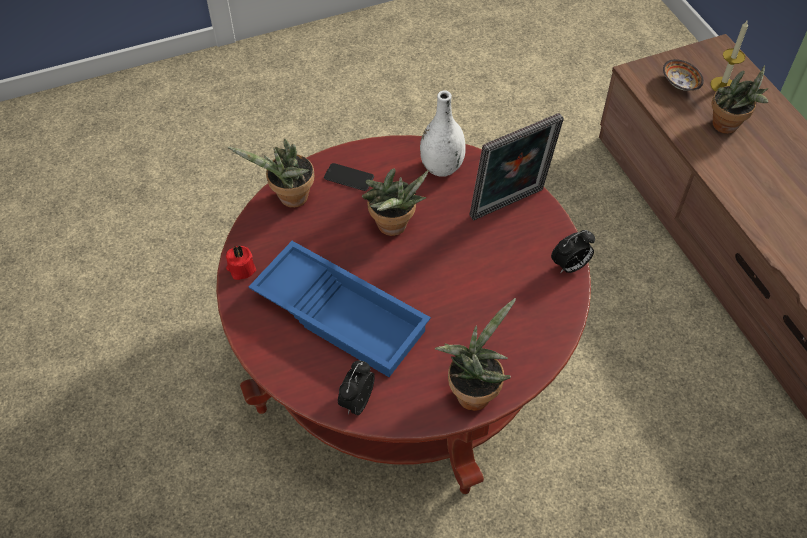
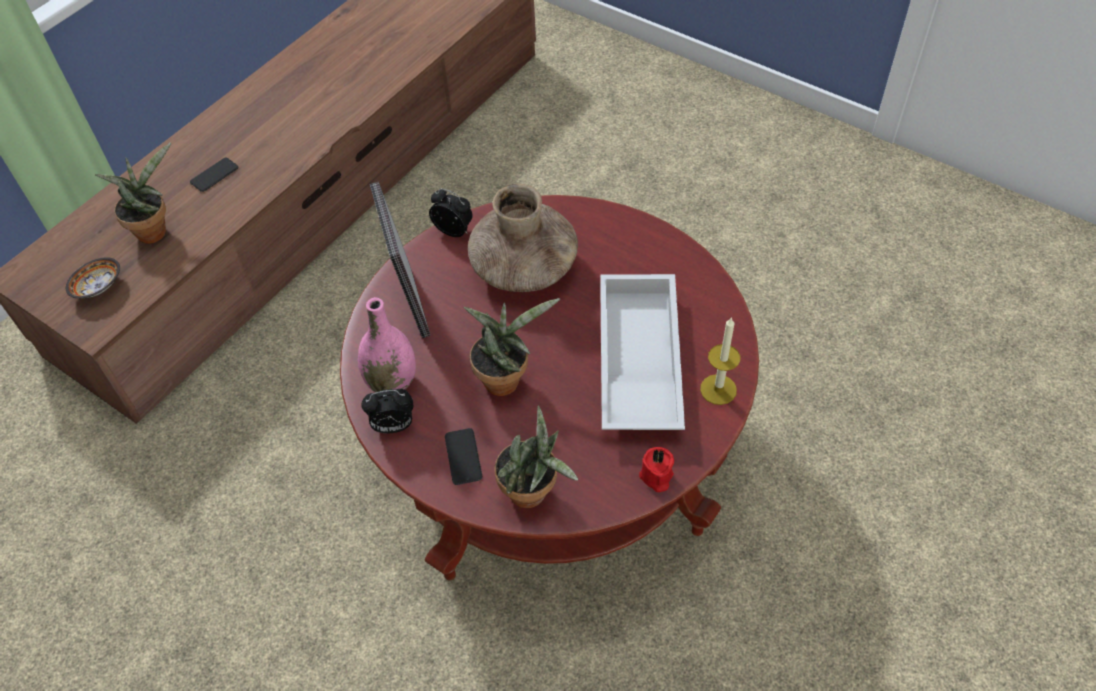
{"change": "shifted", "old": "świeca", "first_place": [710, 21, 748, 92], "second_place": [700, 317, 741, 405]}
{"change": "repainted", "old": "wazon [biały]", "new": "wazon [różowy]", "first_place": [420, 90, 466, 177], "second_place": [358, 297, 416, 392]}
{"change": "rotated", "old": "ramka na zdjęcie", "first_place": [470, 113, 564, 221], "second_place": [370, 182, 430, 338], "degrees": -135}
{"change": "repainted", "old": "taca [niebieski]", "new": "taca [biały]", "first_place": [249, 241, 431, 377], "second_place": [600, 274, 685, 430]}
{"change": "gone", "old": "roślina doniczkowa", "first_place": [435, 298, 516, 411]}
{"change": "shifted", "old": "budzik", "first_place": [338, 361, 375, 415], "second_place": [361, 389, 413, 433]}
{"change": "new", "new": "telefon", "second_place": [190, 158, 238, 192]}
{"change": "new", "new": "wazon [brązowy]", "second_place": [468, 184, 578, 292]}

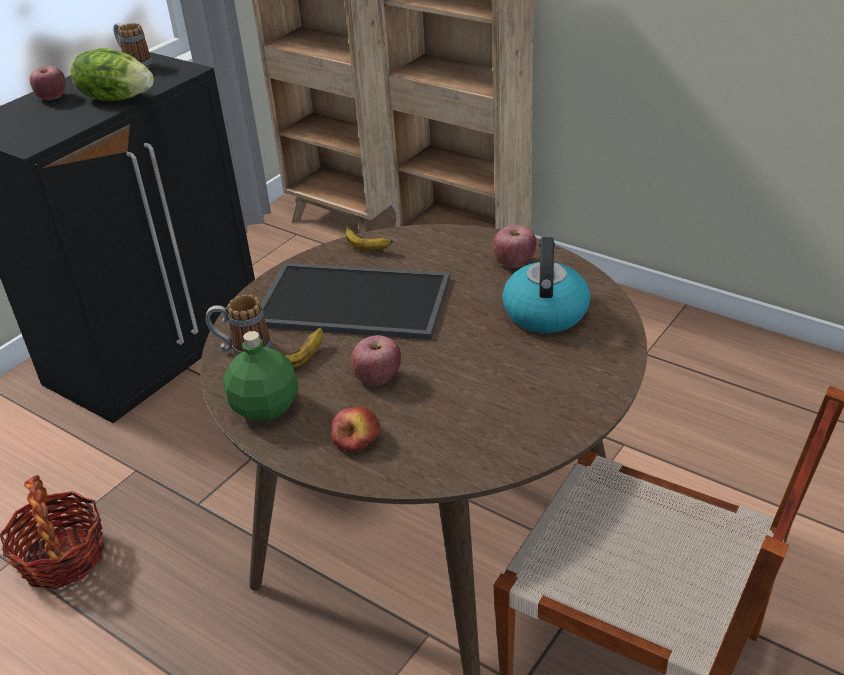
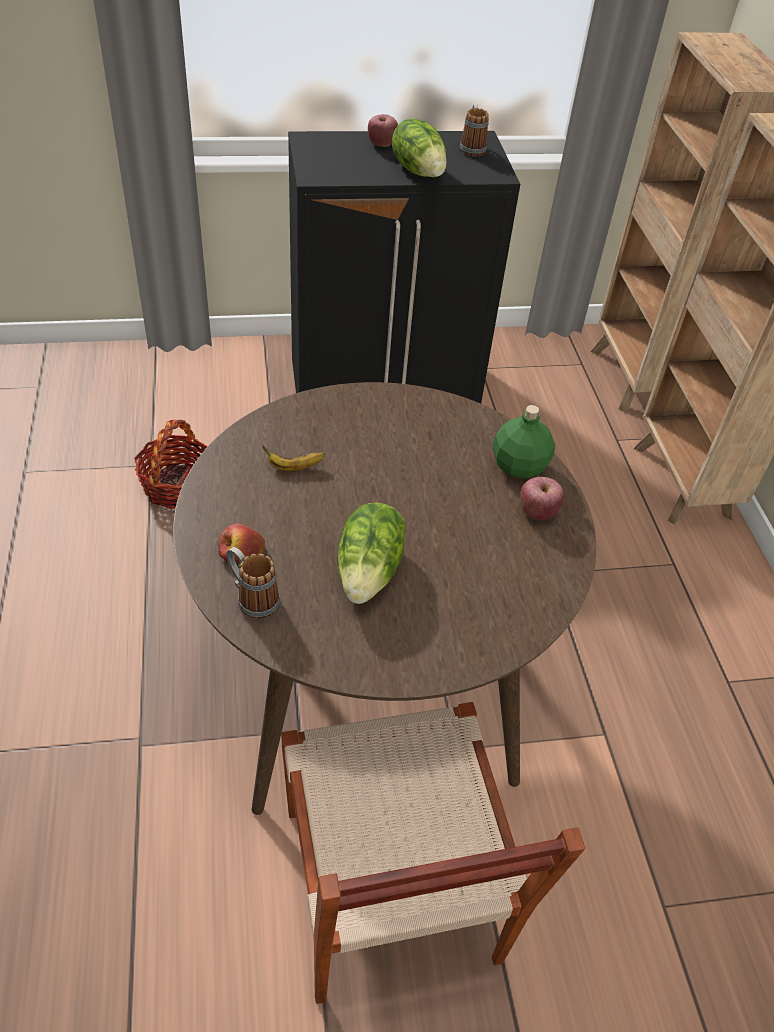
{"change": "gone", "old": "banan", "first_place": [345, 221, 393, 251]}
{"change": "gone", "old": "czajnik", "first_place": [502, 237, 590, 333]}
{"change": "gone", "old": "taca", "first_place": [261, 263, 450, 340]}
{"change": "shifted", "old": "kubek", "first_place": [206, 295, 272, 356], "second_place": [226, 547, 280, 619]}
{"change": "shifted", "old": "butelka [zielony]", "first_place": [223, 331, 299, 421], "second_place": [492, 405, 555, 479]}
{"change": "gone", "old": "jabłko", "first_place": [351, 335, 401, 386]}
{"change": "new", "new": "sałata", "second_place": [337, 503, 406, 604]}

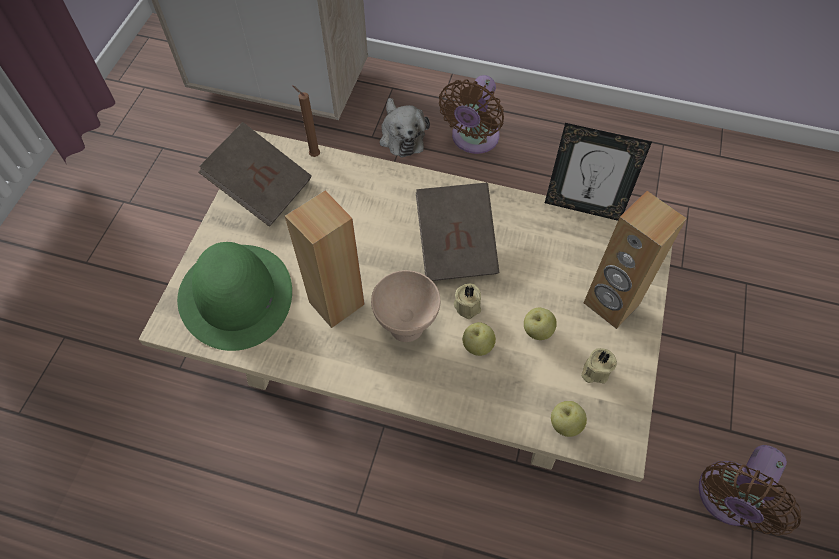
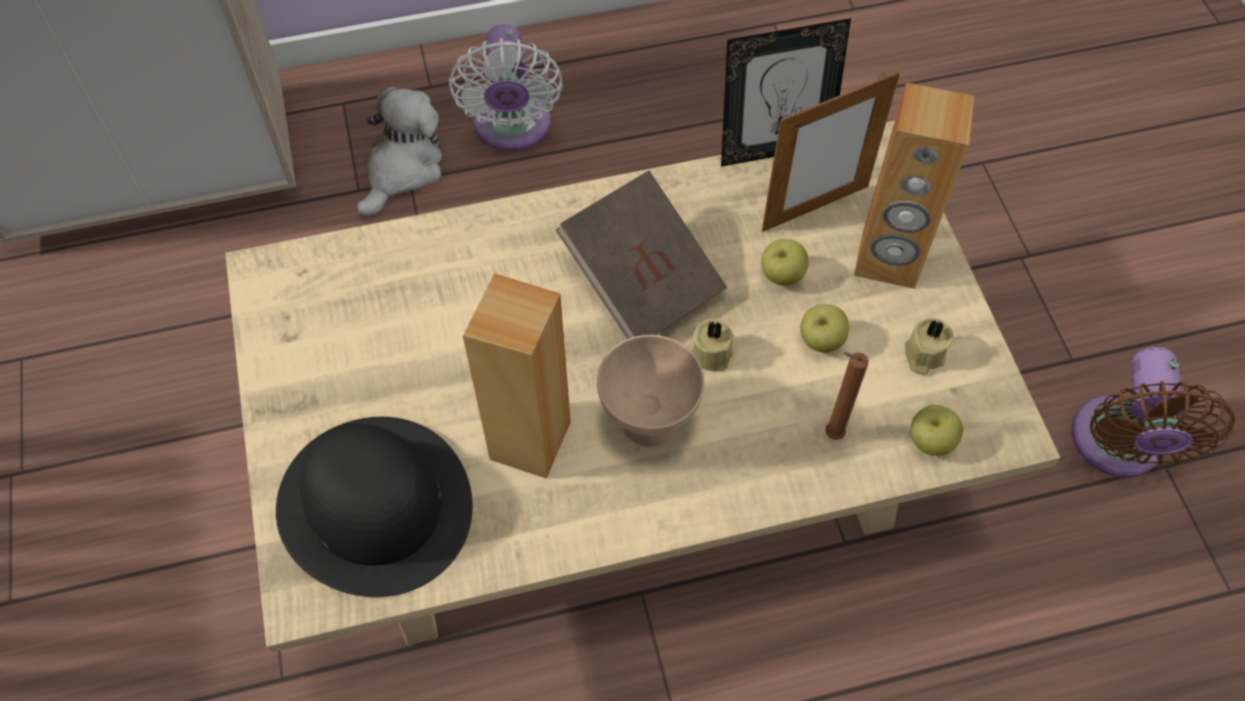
{"change": "repainted", "old": "wentylator [brązowy]", "new": "wentylator [biały]", "first_place": [439, 75, 504, 154], "second_place": [449, 24, 563, 151]}
{"change": "shifted", "old": "świeca [brązowy]", "first_place": [292, 85, 320, 157], "second_place": [825, 352, 869, 440]}
{"change": "rotated", "old": "pluszak", "first_place": [379, 98, 430, 158], "second_place": [357, 87, 442, 216], "degrees": -105}
{"change": "gone", "old": "książka [brązowy]", "first_place": [198, 122, 312, 227]}
{"change": "repainted", "old": "kapelusz [zielony]", "new": "kapelusz [czarny]", "first_place": [177, 242, 292, 351], "second_place": [276, 417, 473, 597]}
{"change": "shifted", "old": "jabłko", "first_place": [462, 322, 496, 356], "second_place": [761, 239, 809, 286]}
{"change": "new", "new": "ramka na zdjęcie", "second_place": [762, 72, 900, 232]}

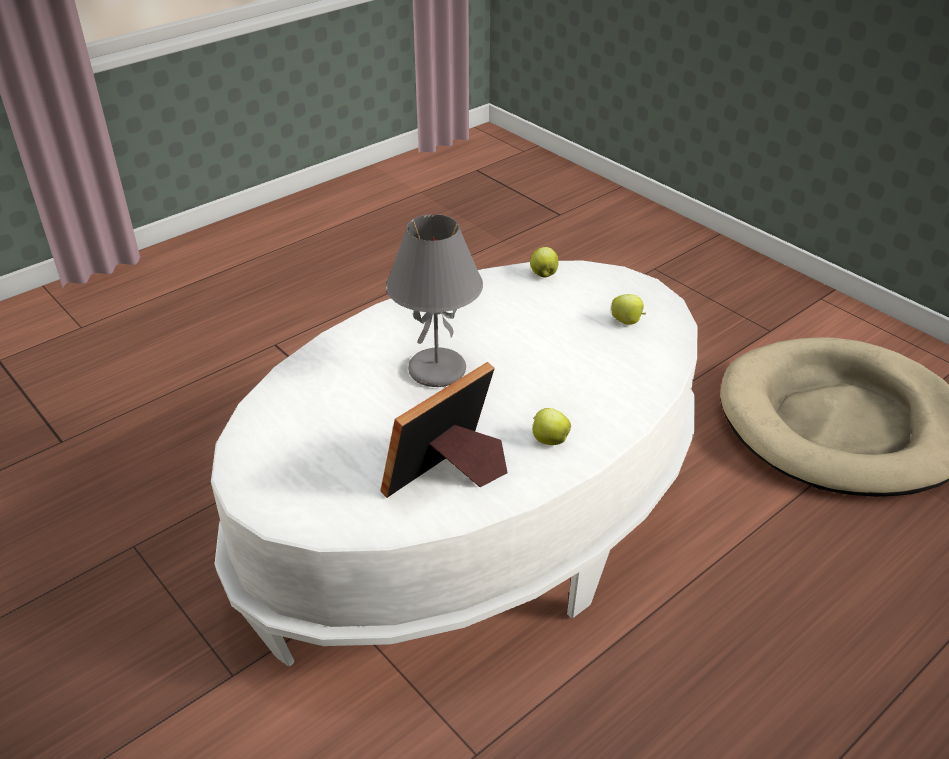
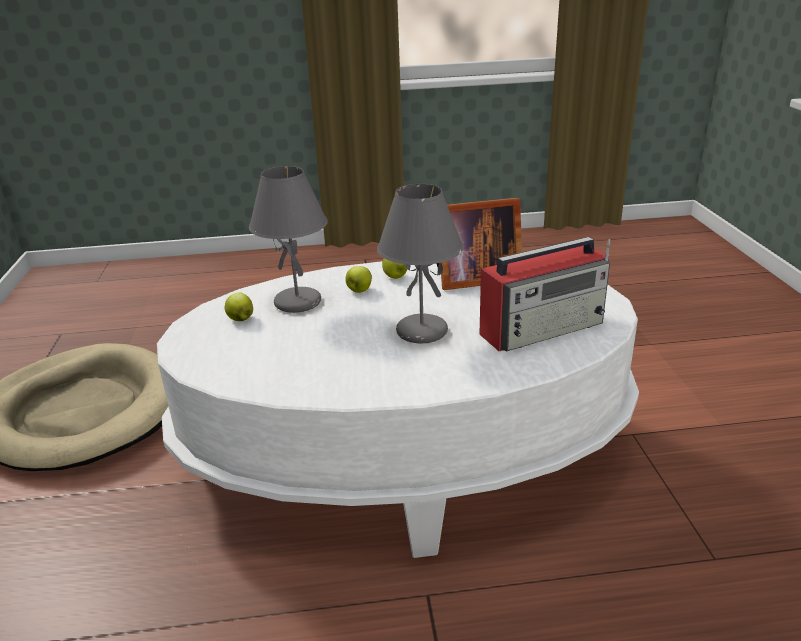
{"change": "shifted", "old": "jabłko", "first_place": [530, 247, 558, 278], "second_place": [345, 266, 372, 293]}
{"change": "new", "new": "lampa stołowa [szary]", "second_place": [249, 166, 328, 313]}
{"change": "new", "new": "radio", "second_place": [479, 237, 610, 351]}

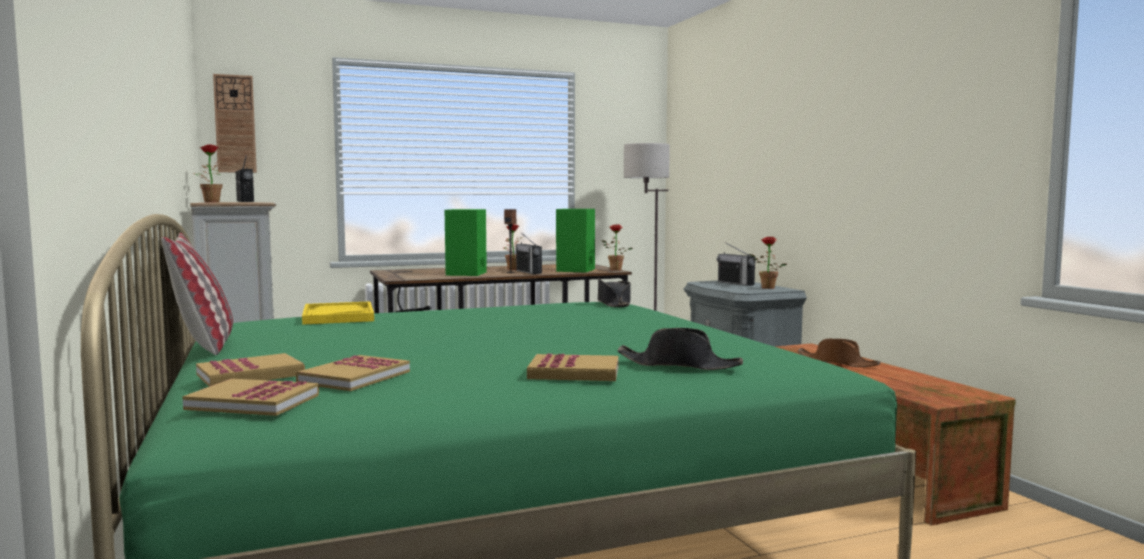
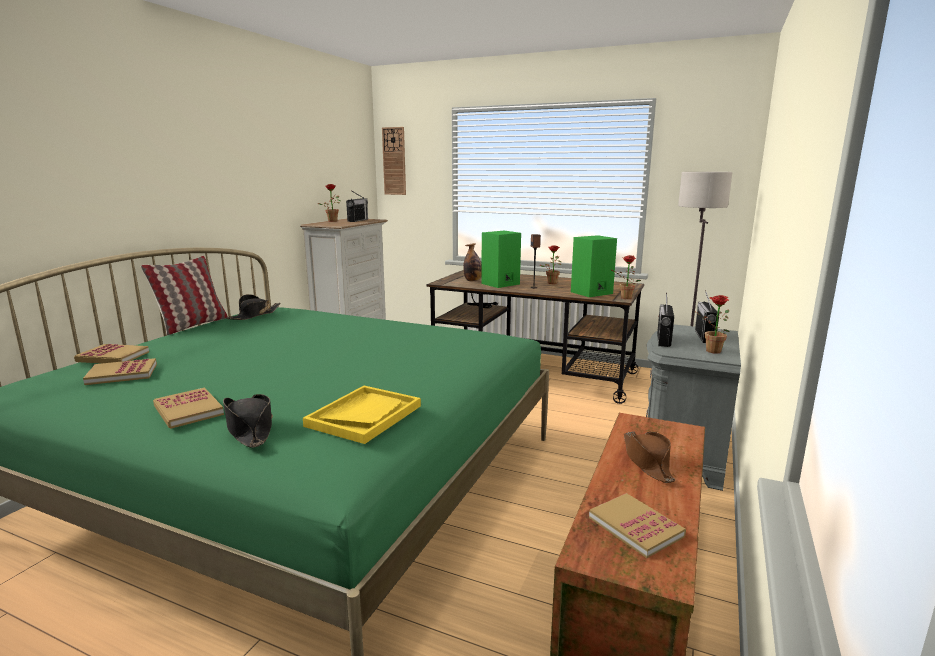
{"change": "shifted", "old": "radio", "first_place": [515, 233, 542, 274], "second_place": [657, 293, 674, 347]}
{"change": "shifted", "old": "kapelusz [czarny]", "first_place": [598, 278, 631, 307], "second_place": [226, 294, 280, 320]}
{"change": "shifted", "old": "taca [żółty]", "first_place": [302, 301, 374, 325], "second_place": [303, 386, 421, 444]}
{"change": "shifted", "old": "książka", "first_place": [182, 379, 319, 416], "second_place": [589, 493, 686, 558]}
{"change": "new", "new": "butelka", "second_place": [463, 243, 482, 281]}

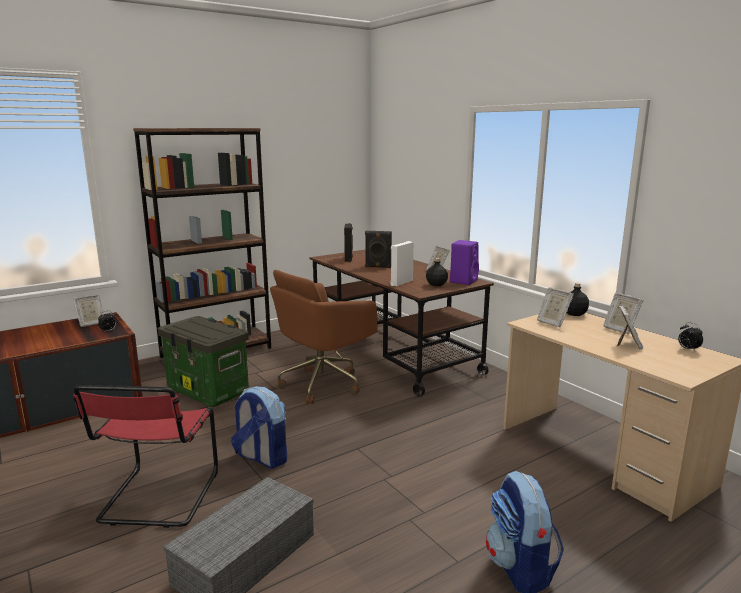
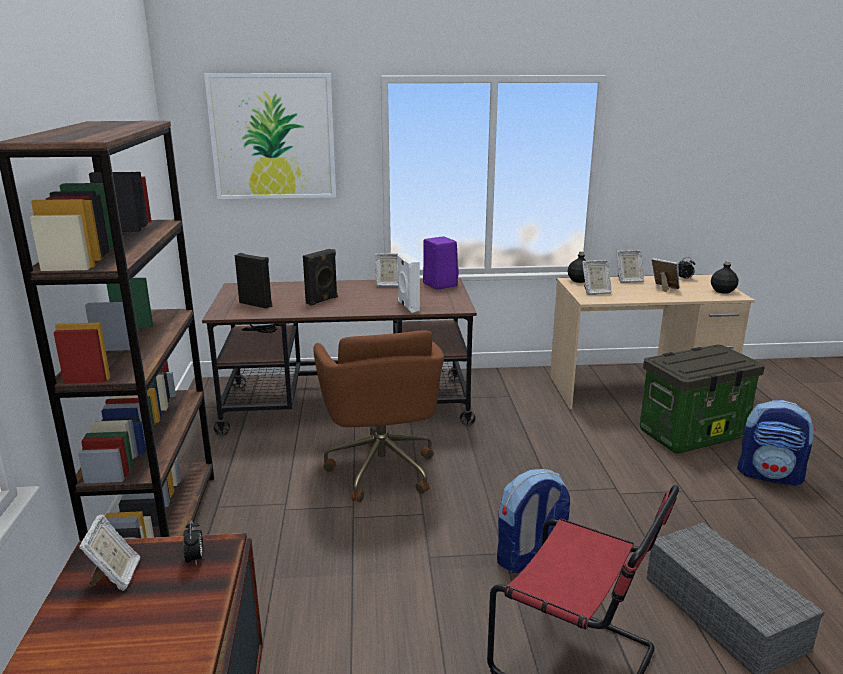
{"change": "shifted", "old": "butelka [czarny]", "first_place": [426, 258, 448, 286], "second_place": [711, 260, 738, 294]}
{"change": "shifted", "old": "pojemnik do przechowywania", "first_place": [158, 316, 249, 407], "second_place": [640, 345, 765, 453]}
{"change": "new", "new": "obraz", "second_place": [204, 73, 336, 199]}

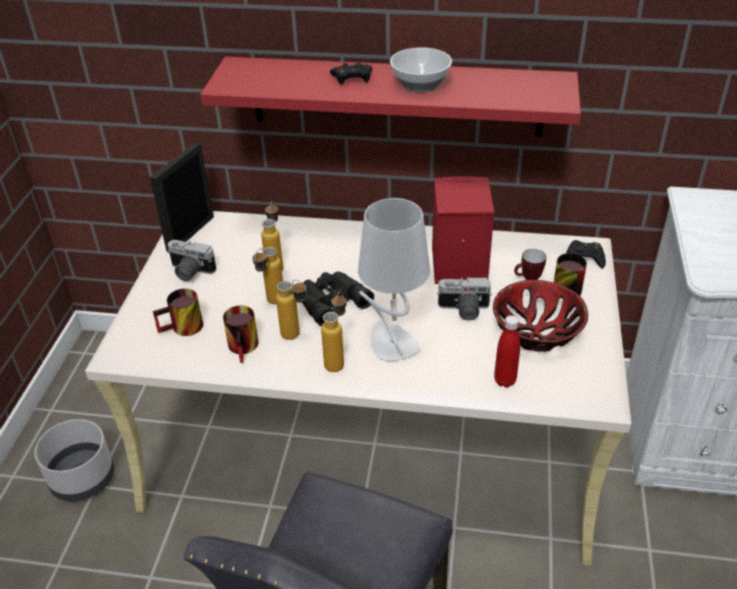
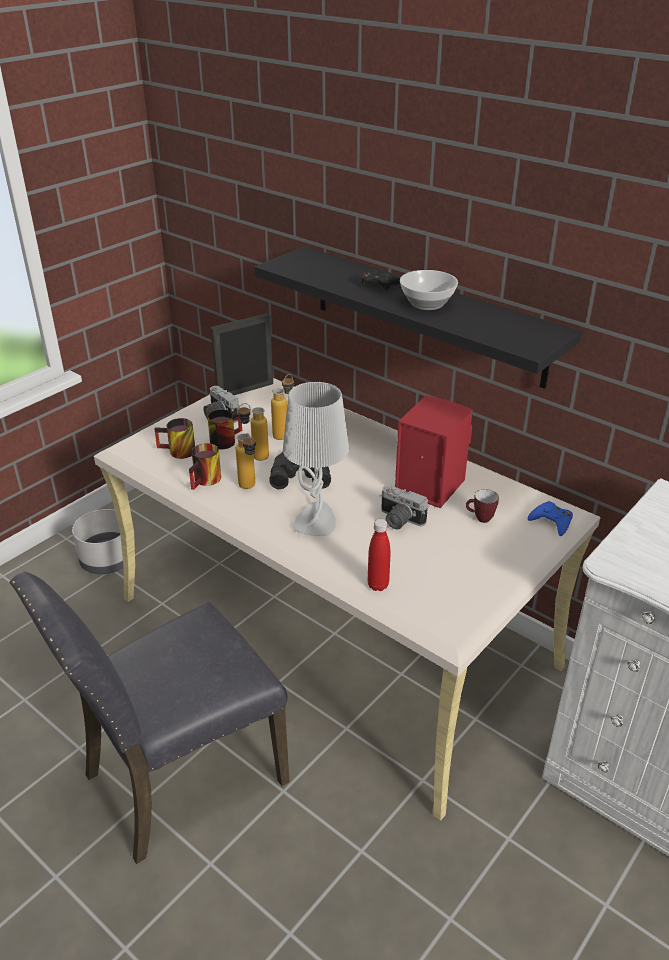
{"change": "repainted", "old": "półka [czerwony]", "new": "półka [czarny]", "first_place": [200, 57, 581, 137], "second_place": [254, 246, 582, 389]}
{"change": "repainted", "old": "pad do gier [czarny]", "new": "pad do gier [niebieski]", "first_place": [566, 240, 606, 269], "second_place": [528, 501, 573, 536]}
{"change": "shifted", "old": "kubek", "first_place": [554, 249, 587, 298], "second_place": [207, 410, 242, 449]}
{"change": "gone", "old": "miska", "first_place": [493, 280, 588, 352]}
{"change": "gone", "old": "butelka", "first_place": [321, 291, 346, 372]}

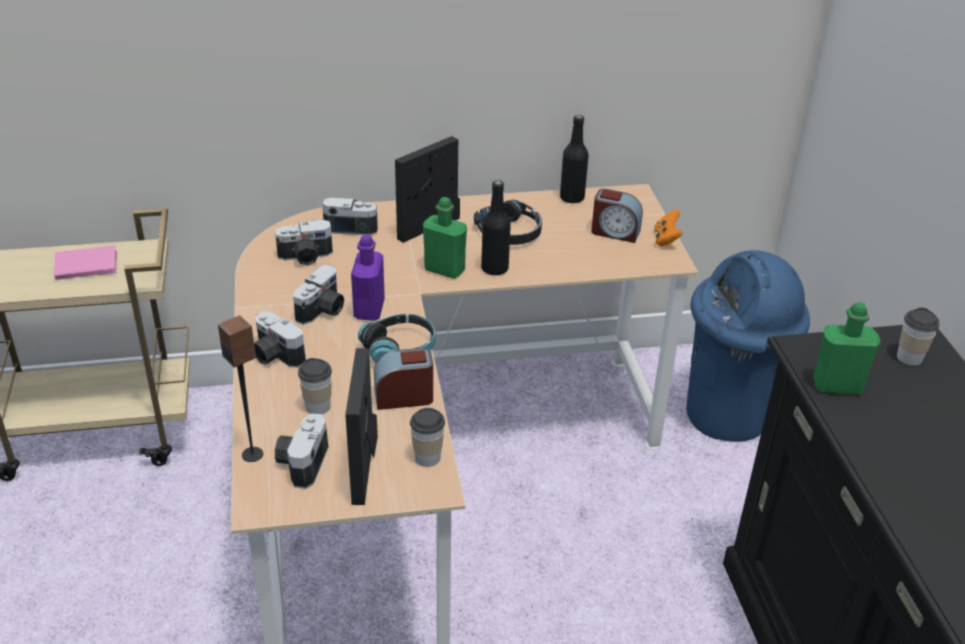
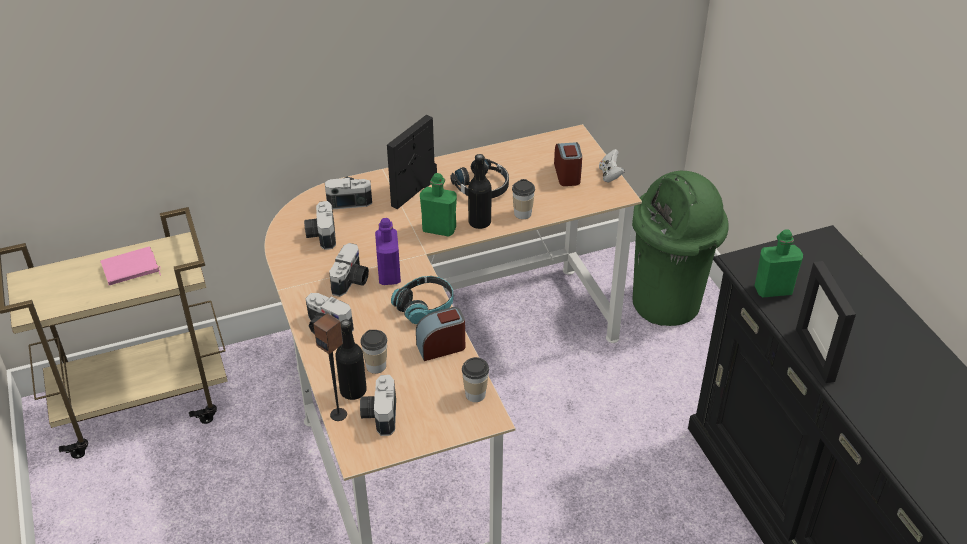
{"change": "shifted", "old": "butelka [czarny]", "first_place": [560, 115, 589, 204], "second_place": [335, 320, 367, 400]}
{"change": "rotated", "old": "budzik", "first_place": [591, 189, 643, 243], "second_place": [554, 142, 582, 186], "degrees": -105}
{"change": "repainted", "old": "pad do gier [pomarańczowy]", "new": "pad do gier [biały]", "first_place": [654, 209, 683, 247], "second_place": [599, 149, 625, 183]}
{"change": "rotated", "old": "aparat fotograficzny", "first_place": [275, 220, 333, 266], "second_place": [304, 201, 336, 250], "degrees": 105}
{"change": "repainted", "old": "kosz na śmieci [niebieski]", "new": "kosz na śmieci [zielony]", "first_place": [686, 250, 810, 442], "second_place": [632, 171, 729, 326]}
{"change": "shifted", "old": "filiżanka", "first_place": [897, 307, 940, 366], "second_place": [512, 179, 535, 219]}
{"change": "shifted", "old": "ramka na zdjęcie", "first_place": [345, 348, 378, 505], "second_place": [796, 261, 856, 383]}

